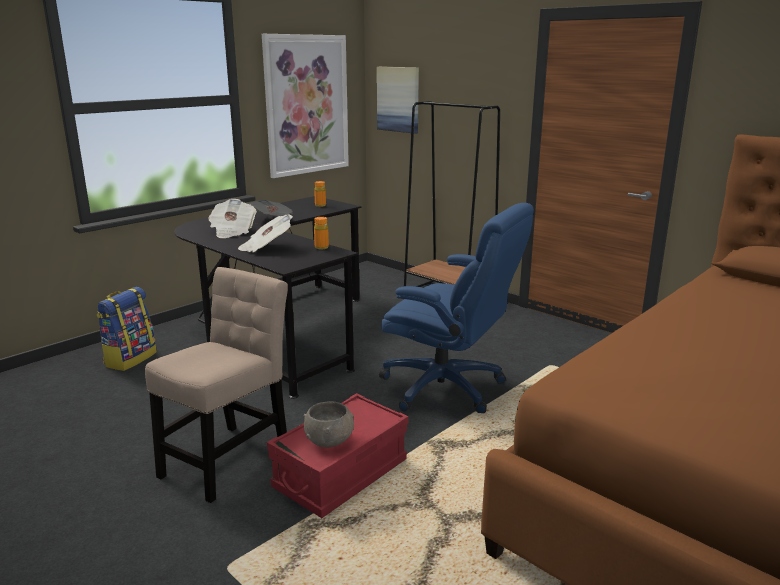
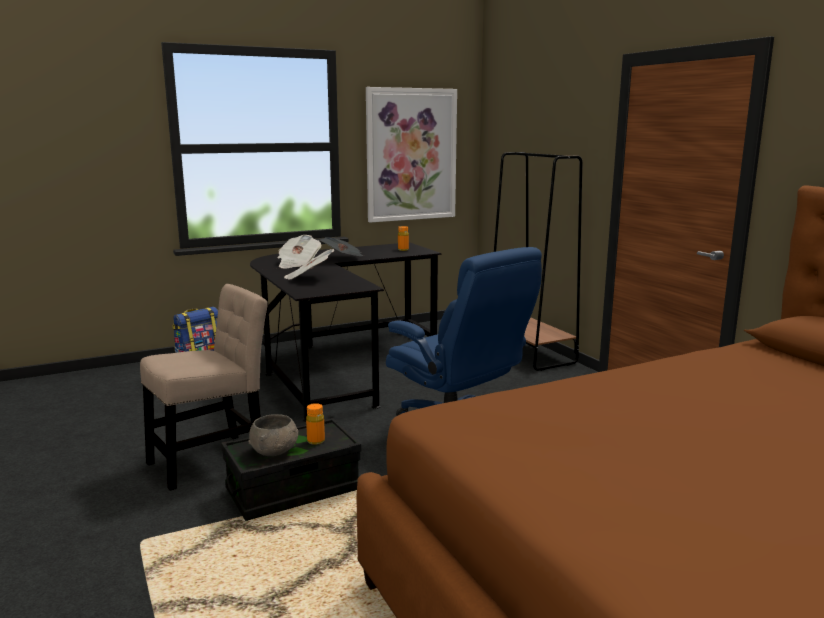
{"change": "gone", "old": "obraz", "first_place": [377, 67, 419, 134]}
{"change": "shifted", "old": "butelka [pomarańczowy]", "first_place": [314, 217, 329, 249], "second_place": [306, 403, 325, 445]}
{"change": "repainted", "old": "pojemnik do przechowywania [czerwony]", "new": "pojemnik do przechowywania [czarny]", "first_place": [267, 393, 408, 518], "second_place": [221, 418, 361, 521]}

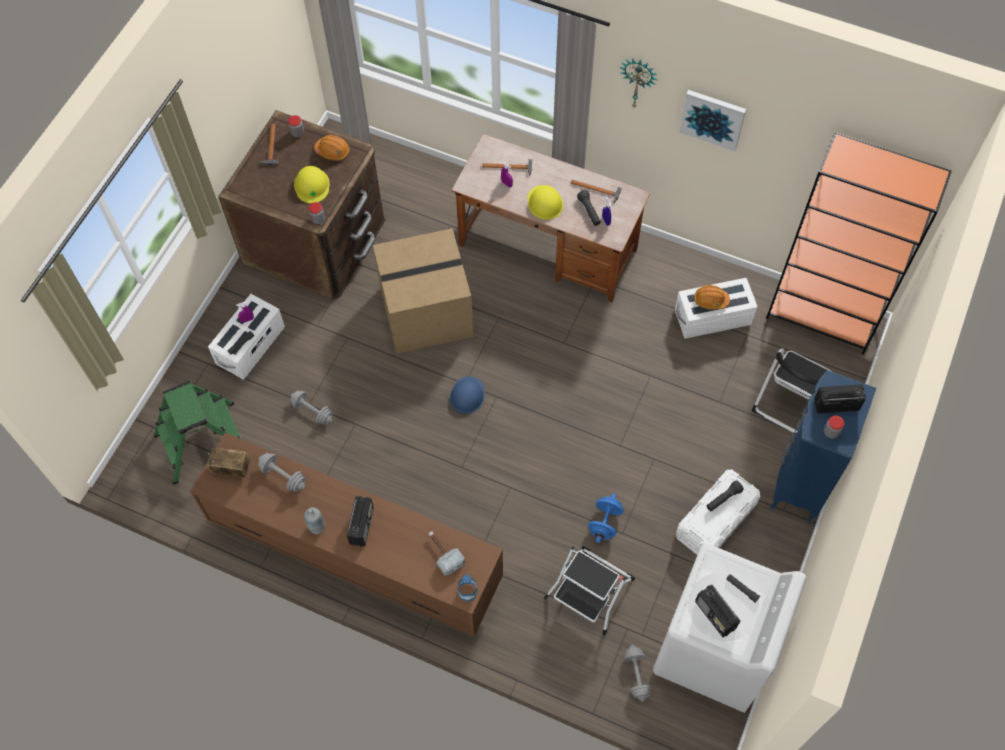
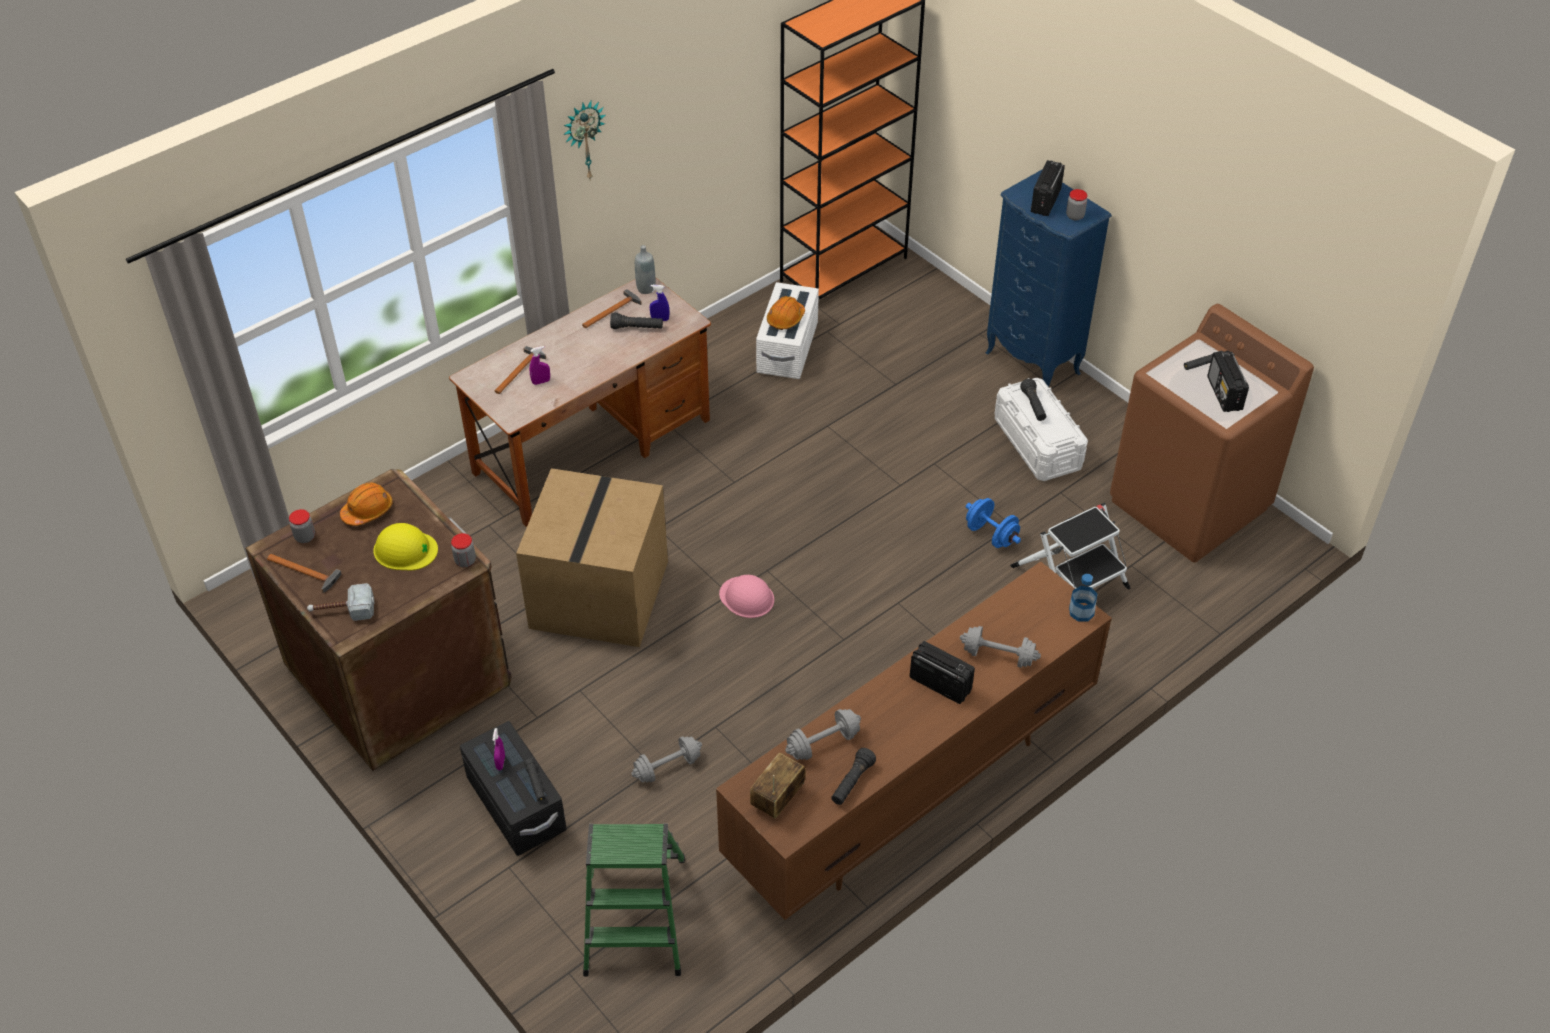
{"change": "gone", "old": "obraz", "first_place": [679, 90, 746, 151]}
{"change": "gone", "old": "kask [żółty]", "first_place": [527, 185, 563, 220]}
{"change": "repainted", "old": "pojemnik do przechowywania [biały]", "new": "pojemnik do przechowywania [czarny]", "first_place": [208, 294, 285, 380], "second_place": [460, 721, 567, 856]}
{"change": "gone", "old": "drabinka", "first_place": [752, 348, 831, 434]}
{"change": "repainted", "old": "kask [niebieski]", "new": "kask [różowy]", "first_place": [450, 376, 485, 414], "second_place": [719, 575, 774, 618]}
{"change": "shifted", "old": "butelka [szary]", "first_place": [304, 507, 325, 534], "second_place": [635, 245, 656, 294]}
{"change": "shifted", "old": "młotek", "first_place": [429, 532, 465, 575], "second_place": [307, 583, 374, 621]}
{"change": "repainted", "old": "pralka [biały]", "new": "pralka [brązowy]", "first_place": [653, 543, 806, 713], "second_place": [1110, 304, 1314, 562]}
{"change": "rotated", "old": "radio", "first_place": [695, 584, 740, 638], "second_place": [1208, 351, 1249, 412], "degrees": 90}
{"change": "shifted", "old": "hantel [szary]", "first_place": [624, 645, 651, 702], "second_place": [960, 626, 1041, 668]}
{"change": "new", "new": "latarka [czarny]", "second_place": [831, 748, 876, 805]}

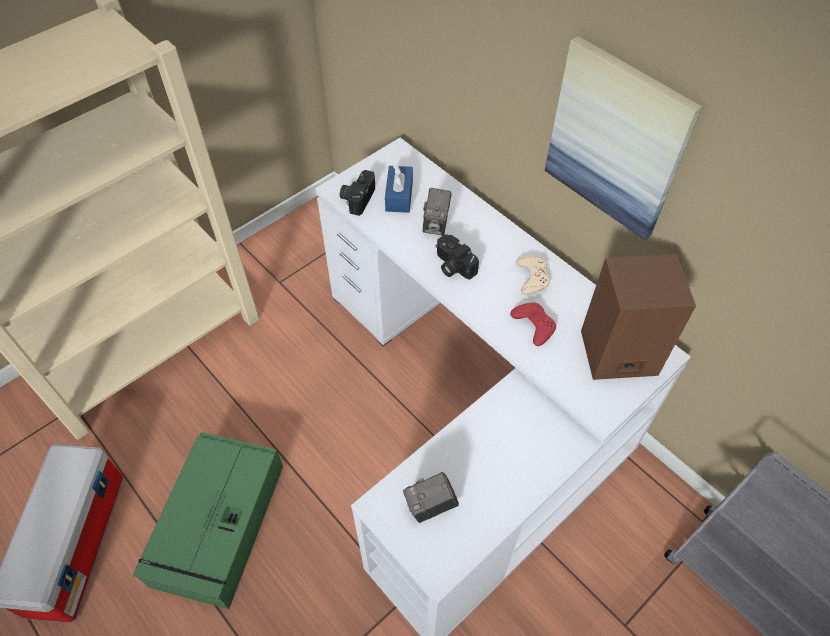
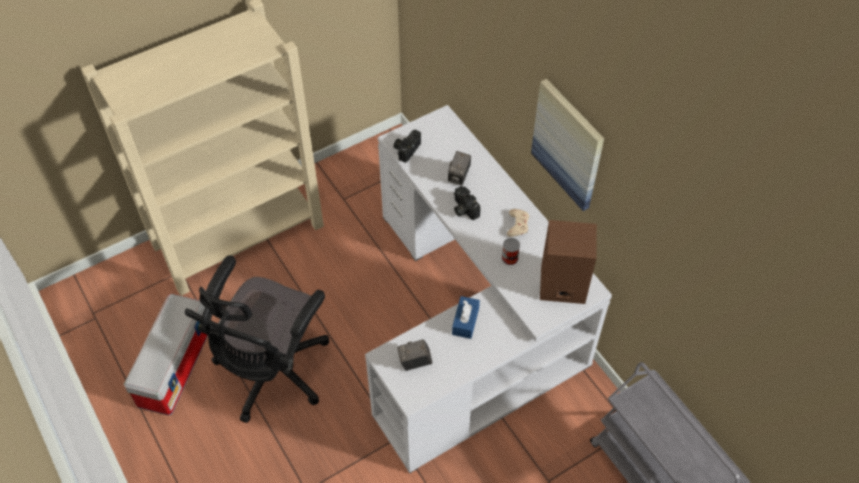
{"change": "shifted", "old": "pudełko chusteczek [niebieski]", "first_place": [385, 165, 413, 213], "second_place": [452, 296, 480, 339]}
{"change": "swapped", "old": "pad do gier [czerwony]", "new": "puszka", "first_place": [510, 302, 556, 346], "second_place": [502, 238, 520, 265]}
{"change": "swapped", "old": "pojemnik do przechowywania [zielony]", "new": "krzesło biurowe", "first_place": [132, 432, 283, 609], "second_place": [185, 255, 329, 423]}

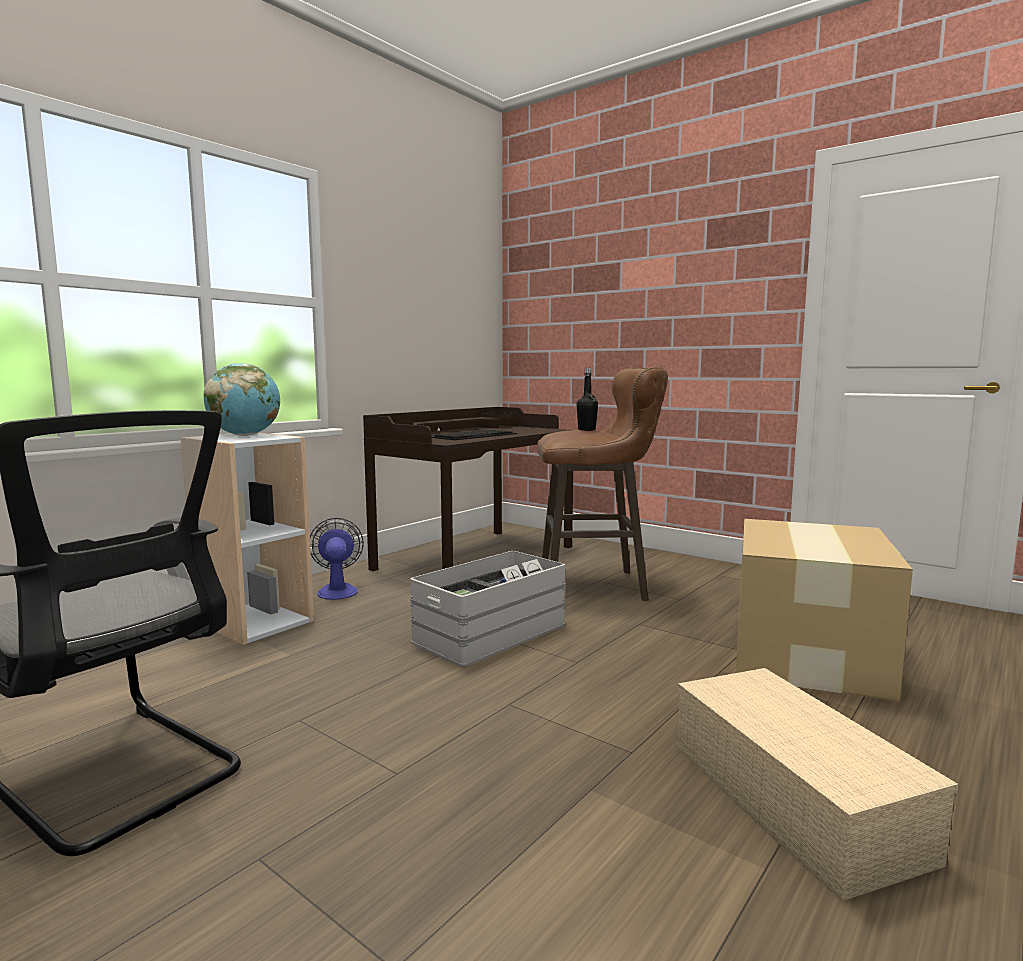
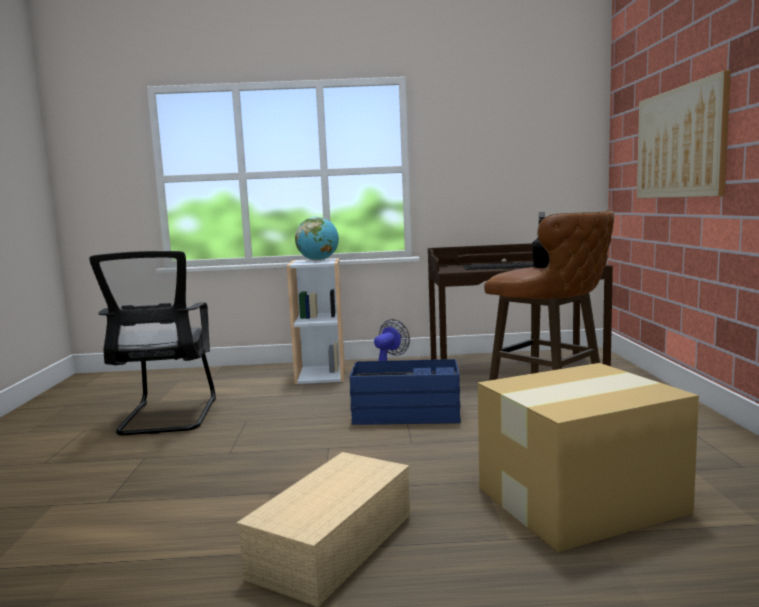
{"change": "repainted", "old": "pojemnik do przechowywania [szary]", "new": "pojemnik do przechowywania [niebieski]", "first_place": [410, 551, 566, 667], "second_place": [349, 359, 461, 425]}
{"change": "new", "new": "obraz", "second_place": [637, 70, 731, 198]}

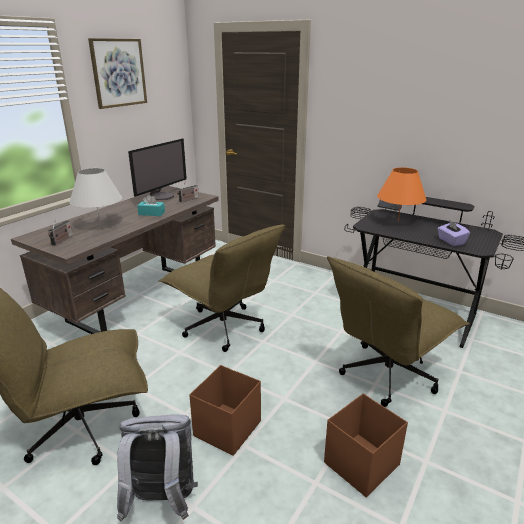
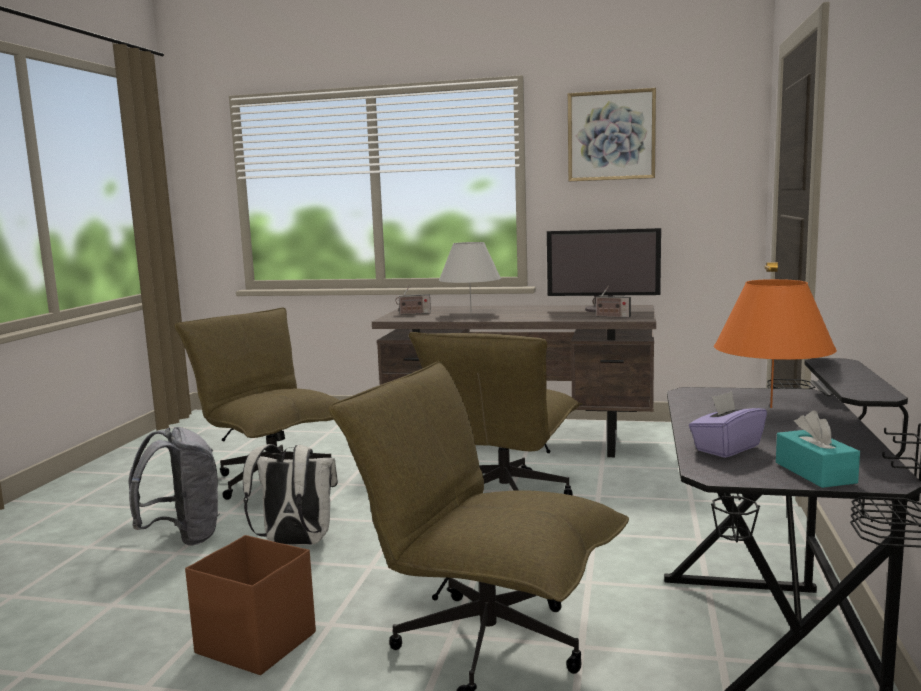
{"change": "shifted", "old": "pudełko chusteczek [turkusowy]", "first_place": [137, 194, 165, 216], "second_place": [776, 411, 860, 488]}
{"change": "swapped", "old": "pojemnik do przechowywania [brązowy]", "new": "plecak [biały]", "first_place": [189, 365, 261, 456], "second_place": [243, 444, 338, 545]}

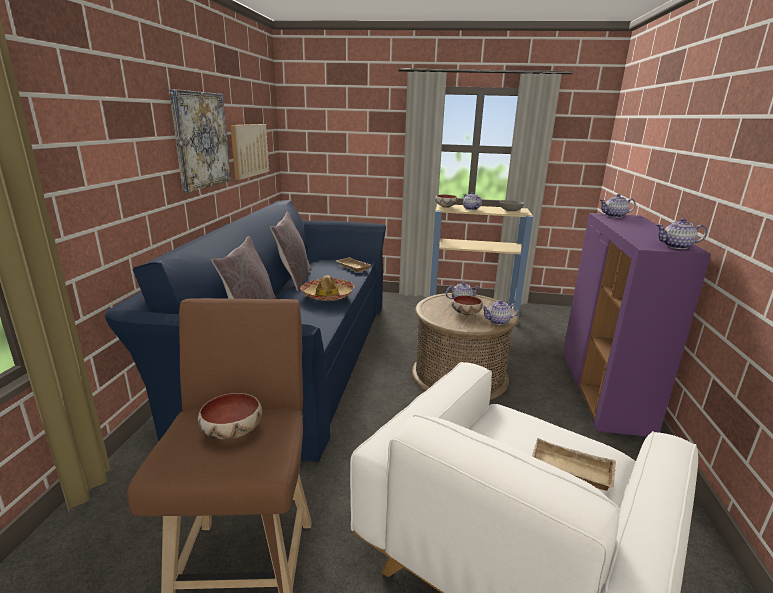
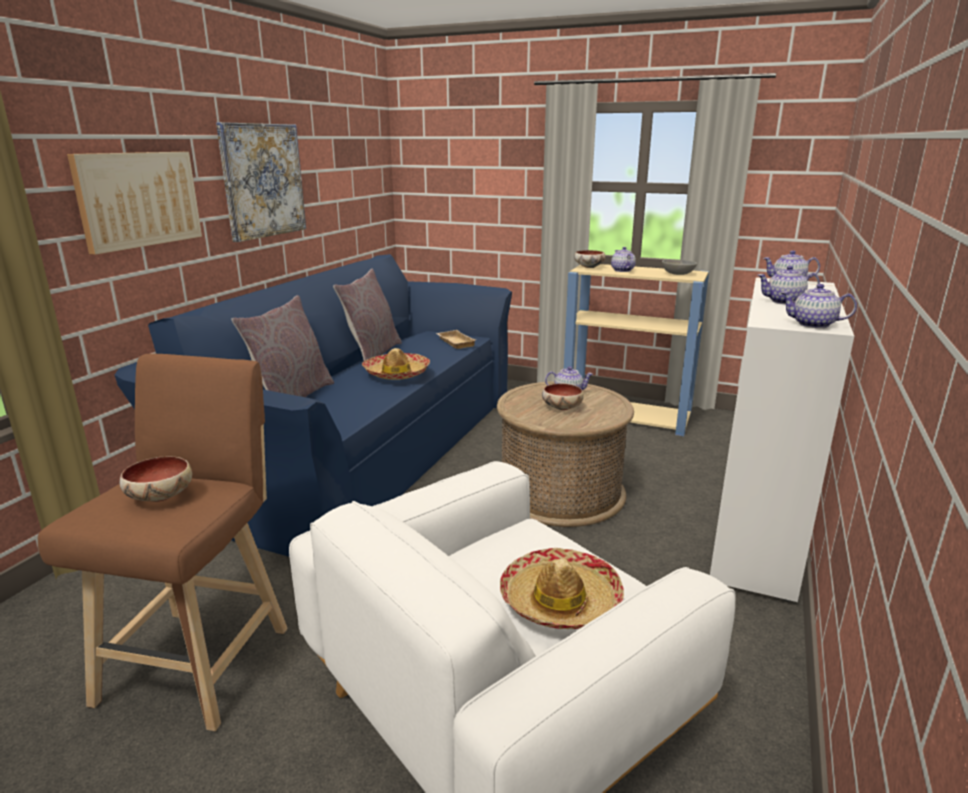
{"change": "shifted", "old": "obraz", "first_place": [230, 124, 269, 180], "second_place": [67, 152, 202, 255]}
{"change": "repainted", "old": "szafka [fioletowy]", "new": "szafka [biały]", "first_place": [563, 213, 711, 437], "second_place": [710, 277, 854, 602]}
{"change": "shifted", "old": "imbryk", "first_place": [481, 300, 518, 325], "second_place": [757, 266, 820, 304]}
{"change": "swapped", "old": "taca [beżowy]", "new": "kapelusz", "first_place": [532, 438, 616, 491], "second_place": [500, 548, 624, 629]}

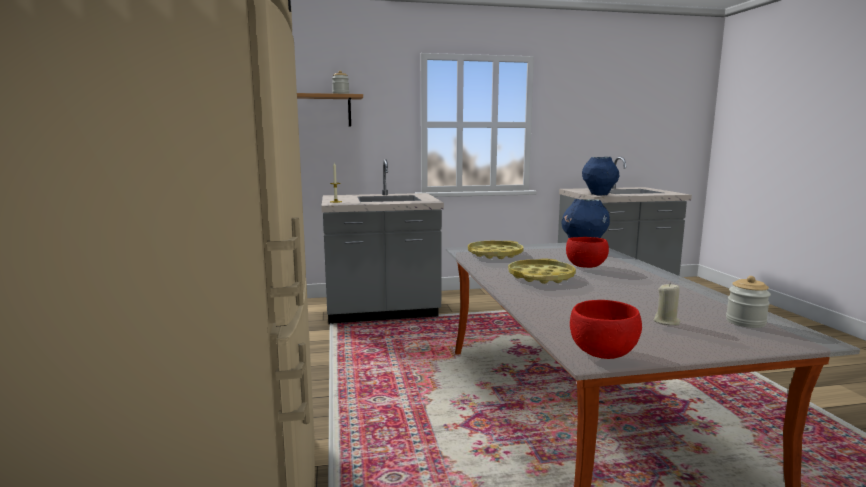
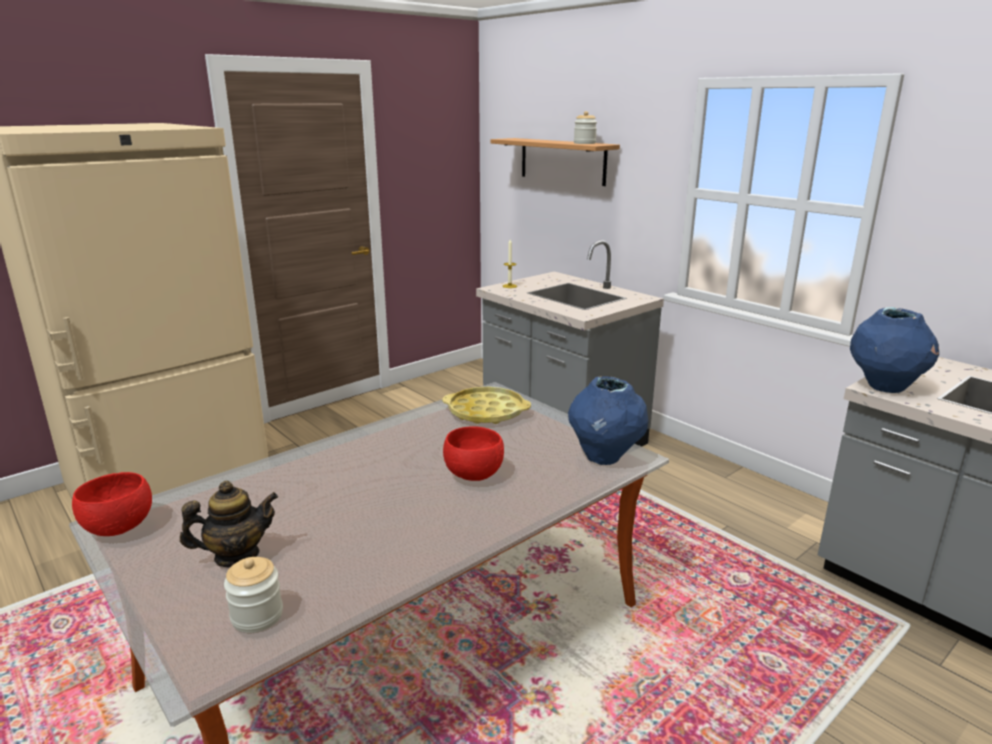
{"change": "gone", "old": "taca [żółty]", "first_place": [508, 258, 576, 284]}
{"change": "swapped", "old": "świeca [beżowy]", "new": "imbryk", "first_place": [653, 283, 680, 325], "second_place": [180, 481, 278, 568]}

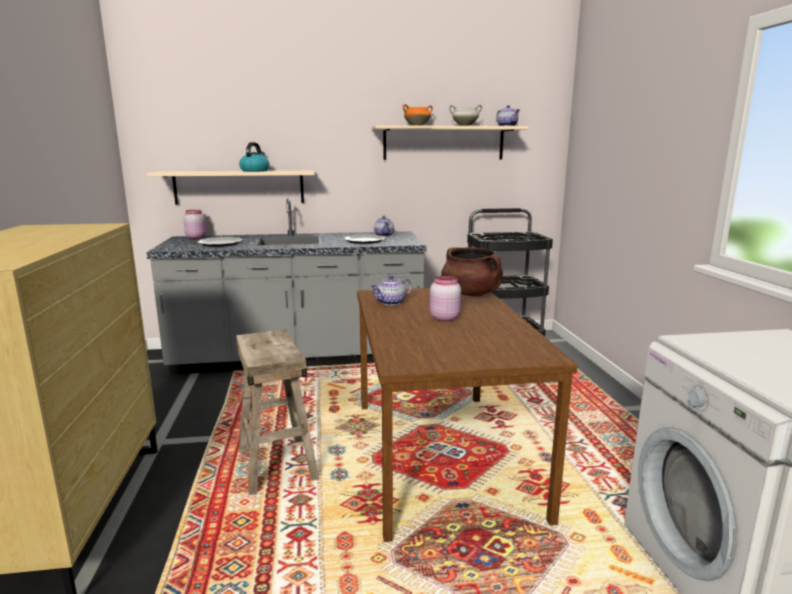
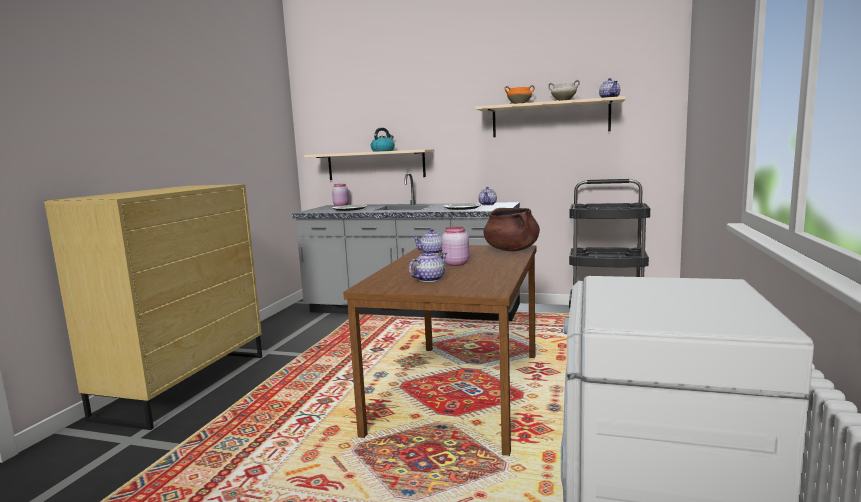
{"change": "gone", "old": "stołek [beżowy]", "first_place": [236, 329, 319, 495]}
{"change": "new", "new": "imbryk", "second_place": [409, 249, 447, 282]}

